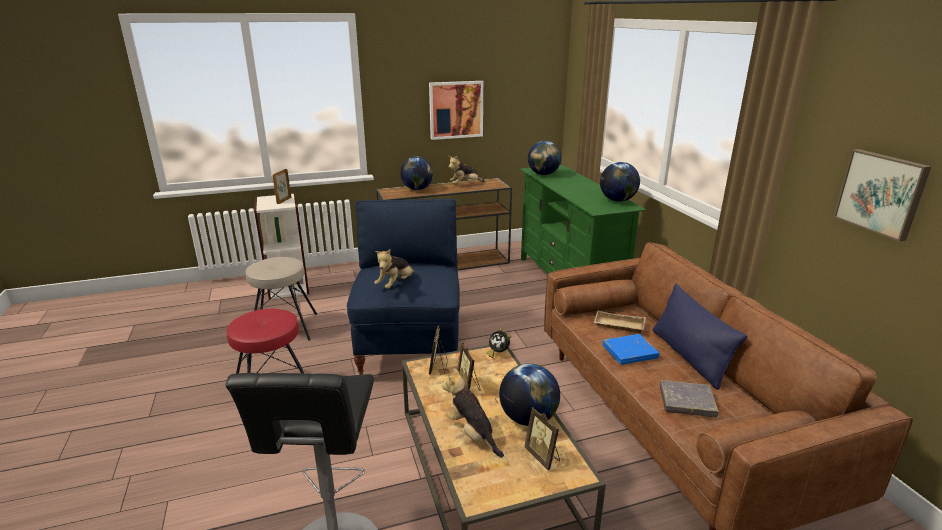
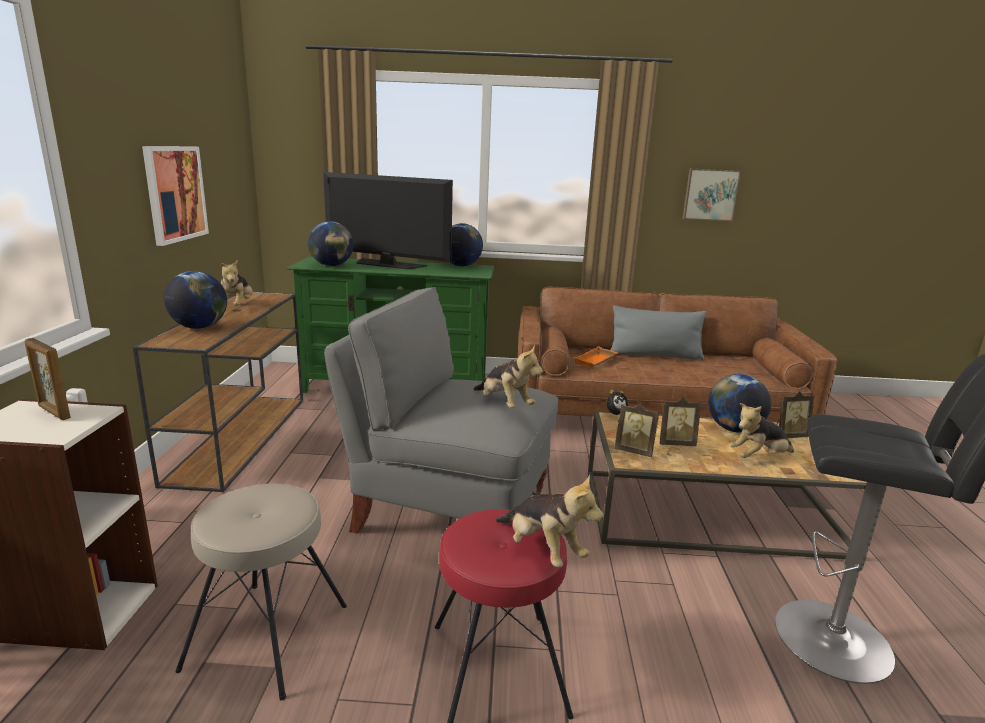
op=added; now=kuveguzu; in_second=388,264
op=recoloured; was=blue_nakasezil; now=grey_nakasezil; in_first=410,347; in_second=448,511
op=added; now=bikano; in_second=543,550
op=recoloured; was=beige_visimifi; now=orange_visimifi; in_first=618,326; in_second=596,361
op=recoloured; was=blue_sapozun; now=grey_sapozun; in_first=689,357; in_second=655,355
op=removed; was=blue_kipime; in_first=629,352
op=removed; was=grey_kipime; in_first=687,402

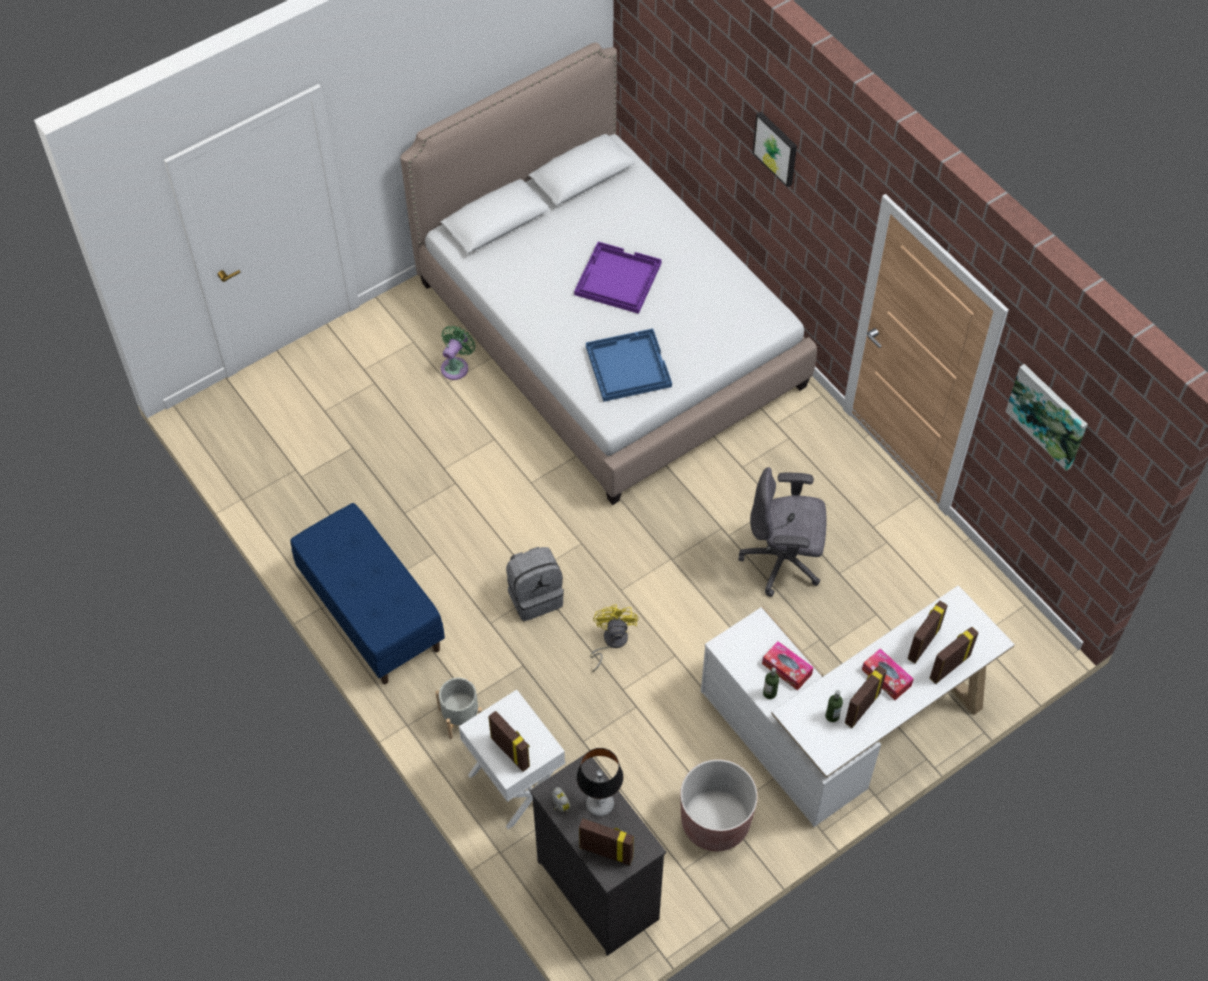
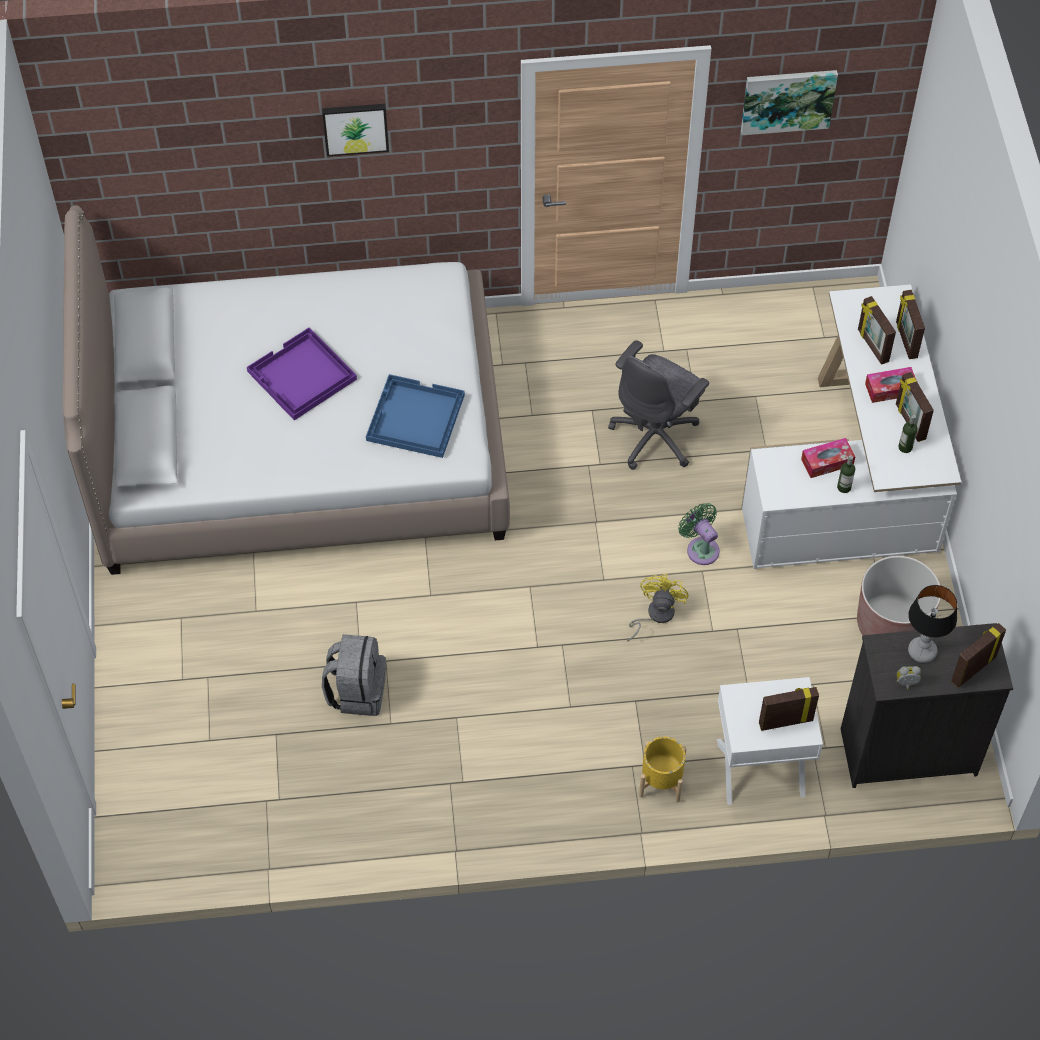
op=moved; was=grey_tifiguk; in_first=535,596; in_second=357,691
op=turned; was=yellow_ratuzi; in_first=611,641; in_second=655,615; clockwise=75
op=recoloured; was=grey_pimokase; now=yellow_pimokase; in_first=461,718; in_second=661,781
op=moved; was=green_ratuzi; in_first=456,366; in_second=701,548
op=removed; was=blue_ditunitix; in_first=370,612

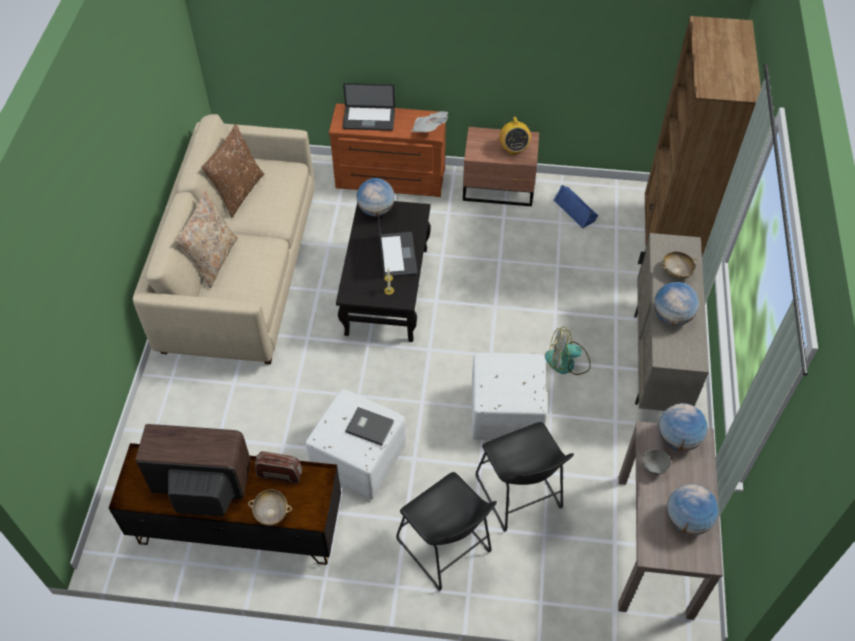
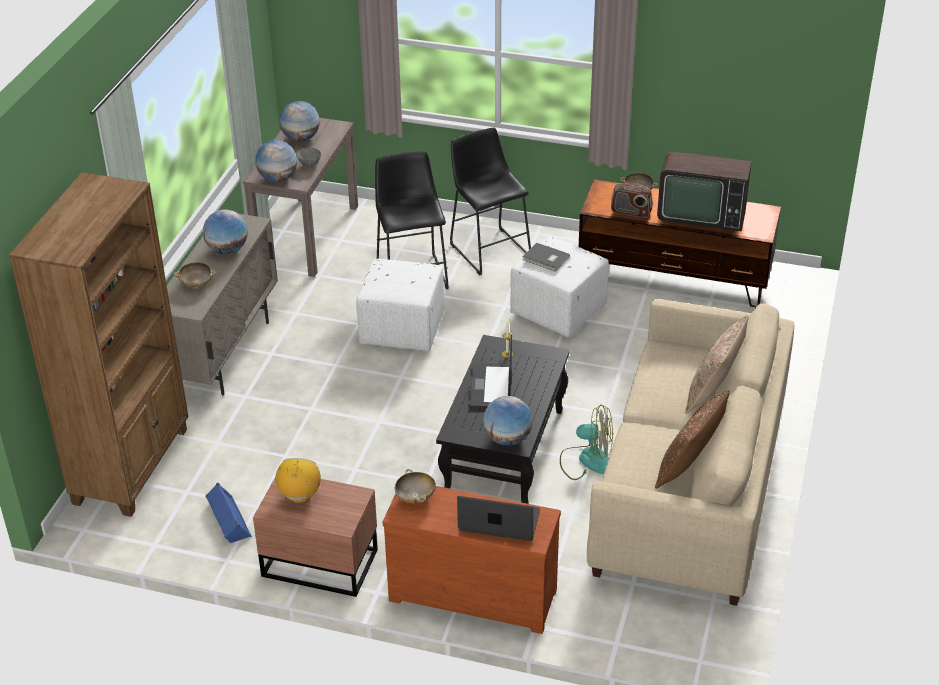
op=replaced; was=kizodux; now=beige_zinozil; in_first=429,129; in_second=415,497
op=moved; was=ratuzi; in_first=567,362; in_second=586,460

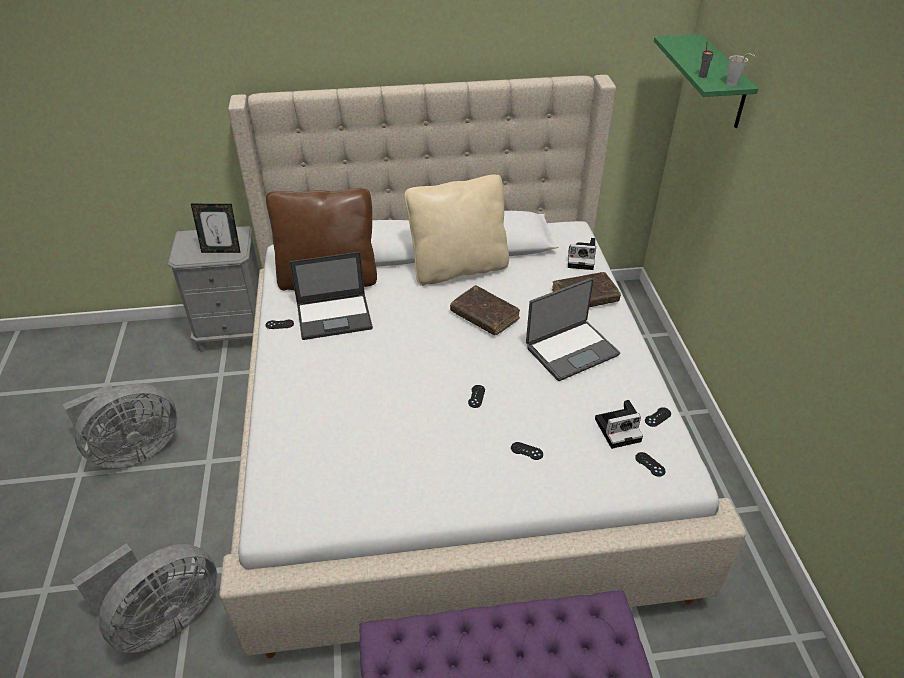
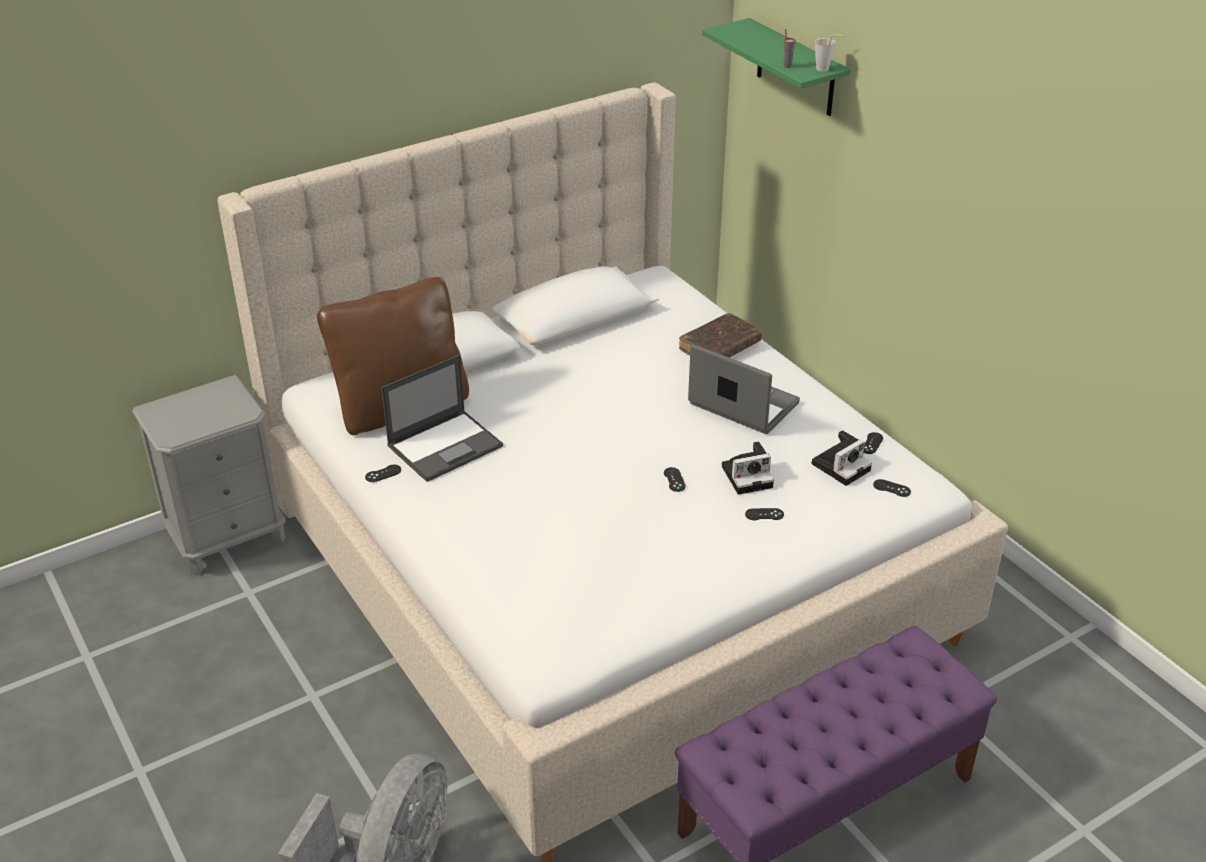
op=turned; was=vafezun; in_first=571,350; in_second=742,405; clockwise=-90
op=moved; was=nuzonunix; in_first=582,259; in_second=748,476
op=removed; was=grey_ratuzi; in_first=133,450
op=removed; was=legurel; in_first=221,250
op=removed; was=beige_sapozun; in_first=458,268
op=removed; was=brown_kipime; in_first=484,316

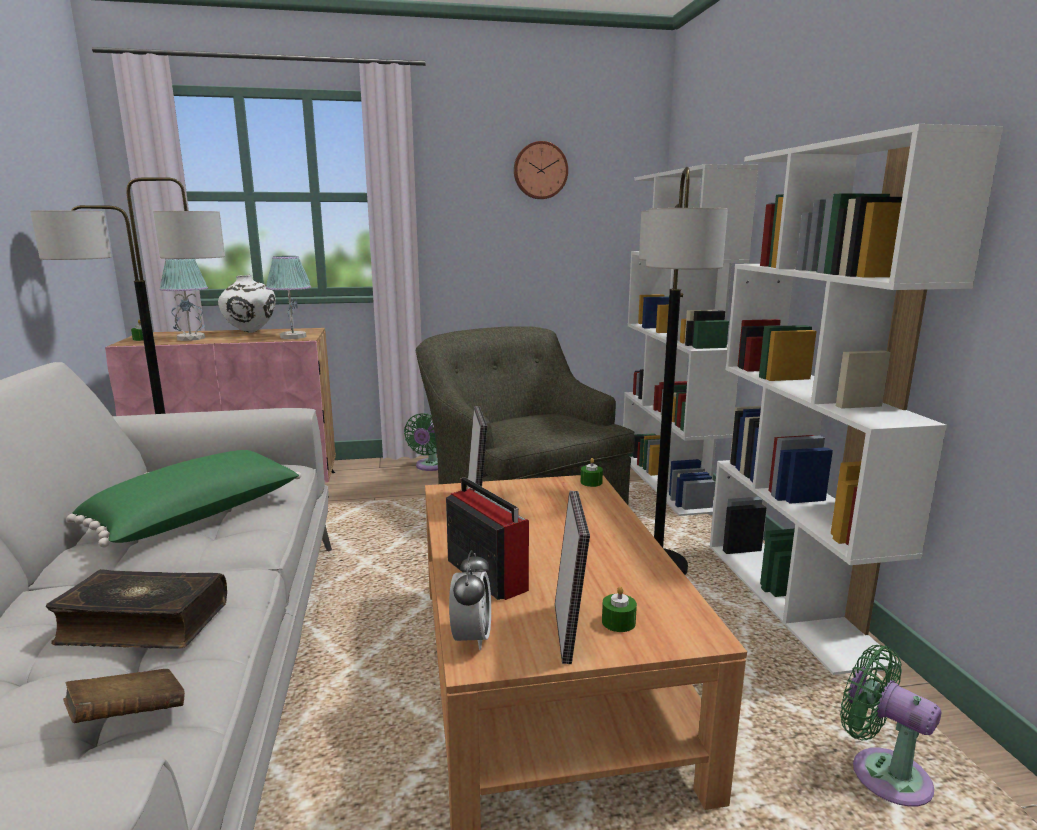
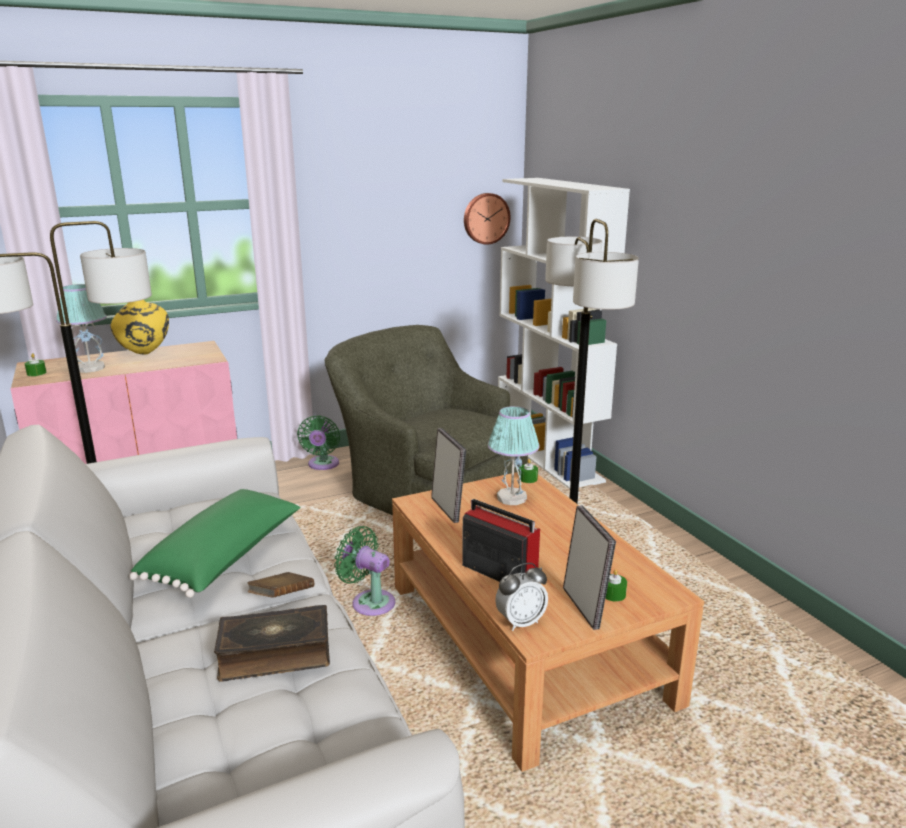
op=recoloured; was=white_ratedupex; now=yellow_ratedupex; in_first=250,332; in_second=144,354
op=moved; was=brown_kipime; in_first=129,717; in_second=282,598
op=moved; was=green_ratuzi; in_first=882,773; in_second=369,602
op=moved; was=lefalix; in_first=540,170; in_second=485,218
op=moved; was=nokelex; in_first=293,337; in_second=511,498
op=turned; was=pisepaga; in_first=471,637; in_second=520,622; clockwise=75
op=removed; was=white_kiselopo; in_first=792,599

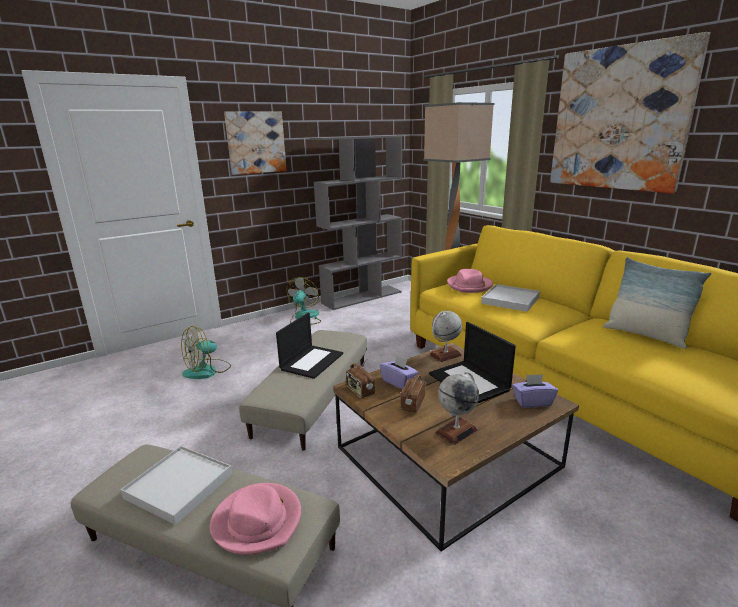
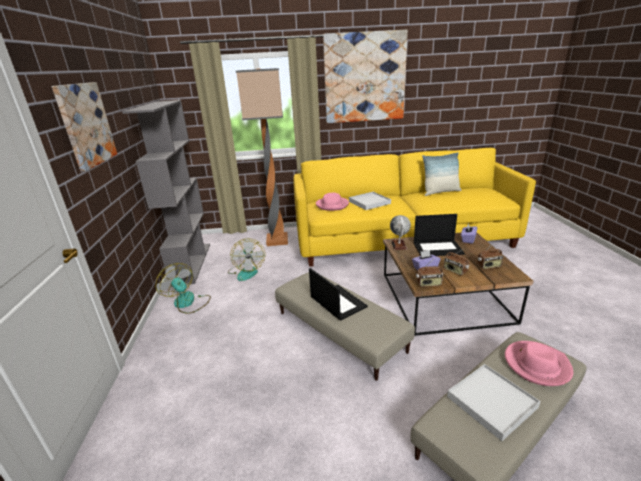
op=moved; was=ratuzi; in_first=207,371; in_second=247,271
op=replaced; was=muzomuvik; now=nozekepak; in_first=456,431; in_second=489,266

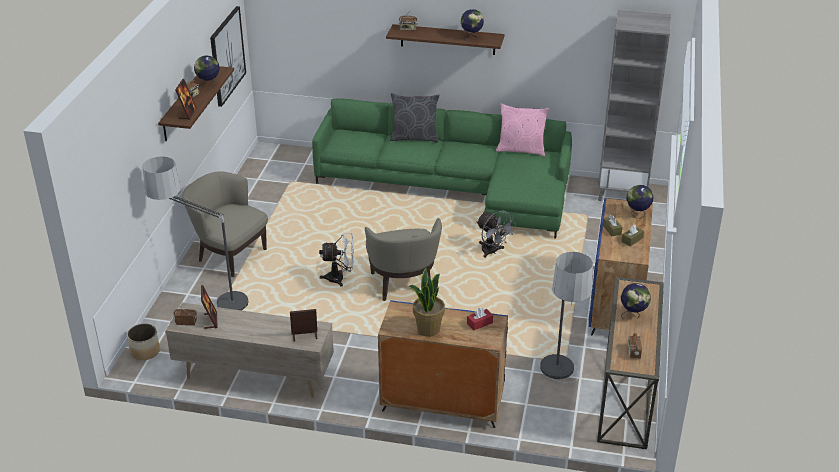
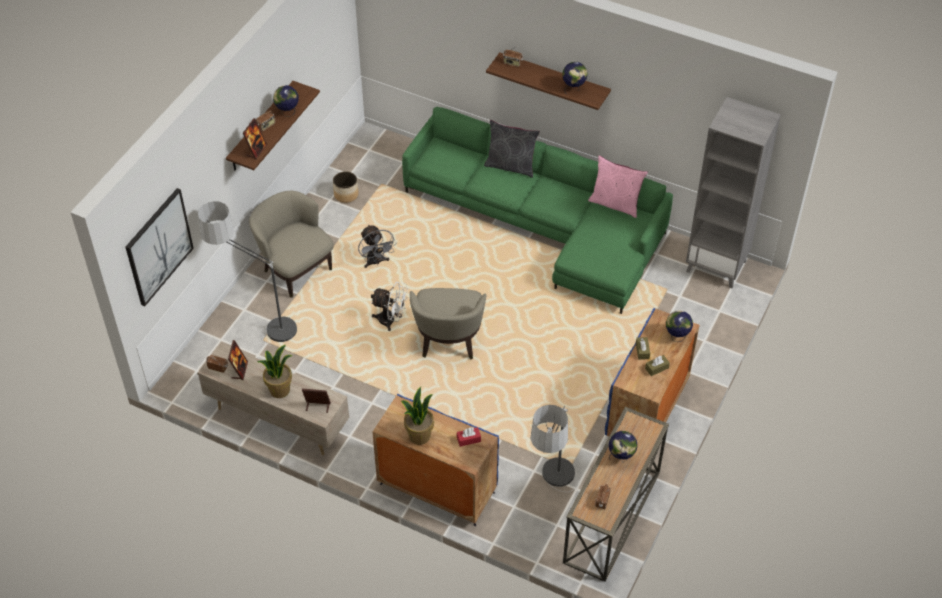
op=moved; was=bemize; in_first=227,55; in_second=159,246
op=added; now=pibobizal; in_second=279,390
op=moved; was=pimokase; in_first=145,351; in_second=346,194
op=moved; was=grey_ratuzi; in_first=492,252; in_second=376,262

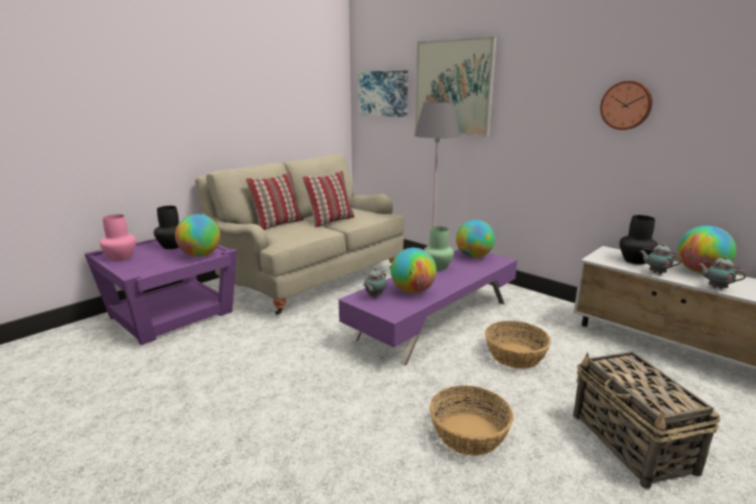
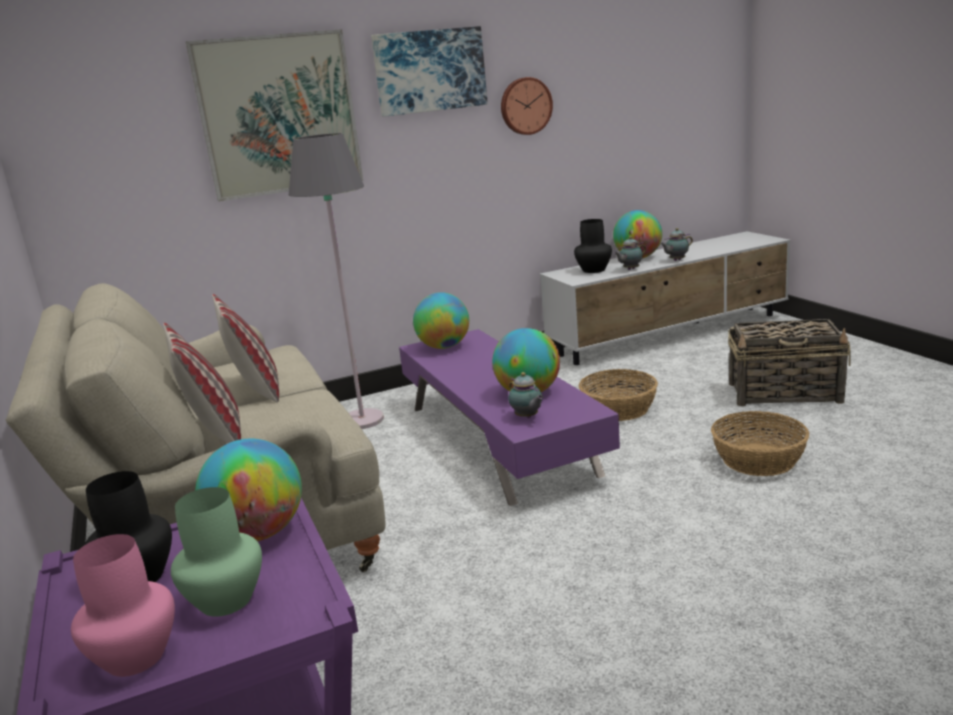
op=moved; was=green_ratedupex; in_first=438,267; in_second=227,599
op=moved; was=bemize; in_first=383,93; in_second=430,71

